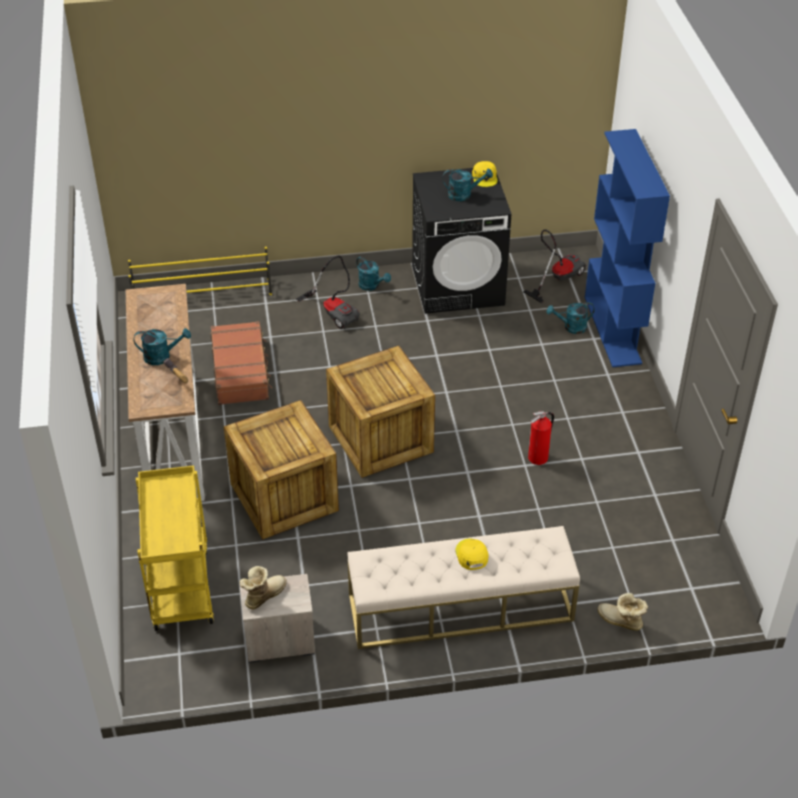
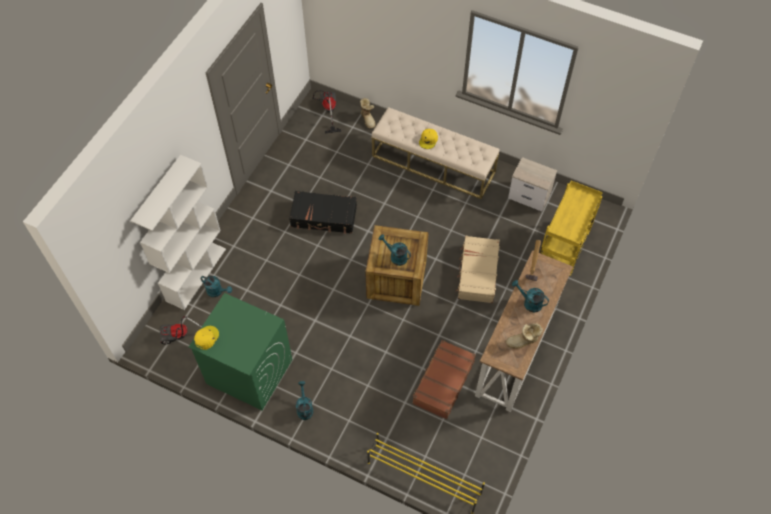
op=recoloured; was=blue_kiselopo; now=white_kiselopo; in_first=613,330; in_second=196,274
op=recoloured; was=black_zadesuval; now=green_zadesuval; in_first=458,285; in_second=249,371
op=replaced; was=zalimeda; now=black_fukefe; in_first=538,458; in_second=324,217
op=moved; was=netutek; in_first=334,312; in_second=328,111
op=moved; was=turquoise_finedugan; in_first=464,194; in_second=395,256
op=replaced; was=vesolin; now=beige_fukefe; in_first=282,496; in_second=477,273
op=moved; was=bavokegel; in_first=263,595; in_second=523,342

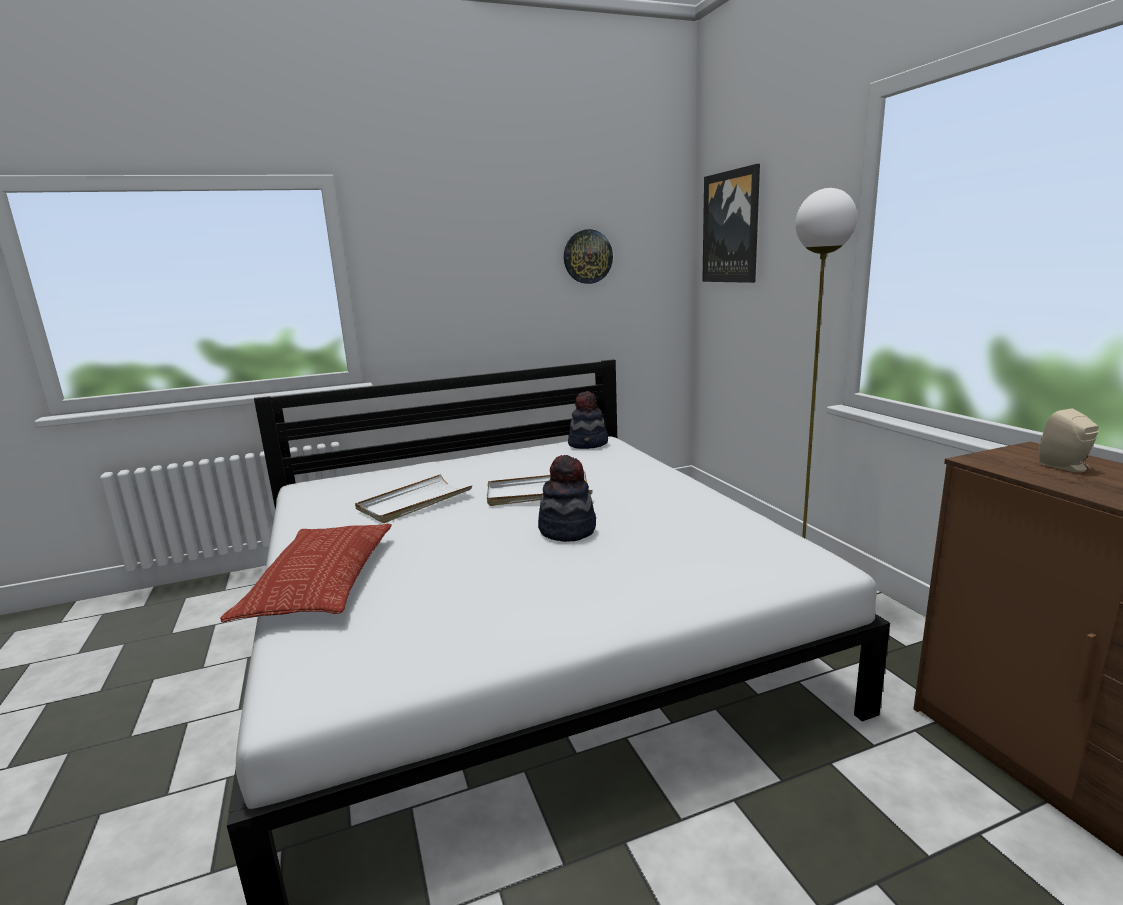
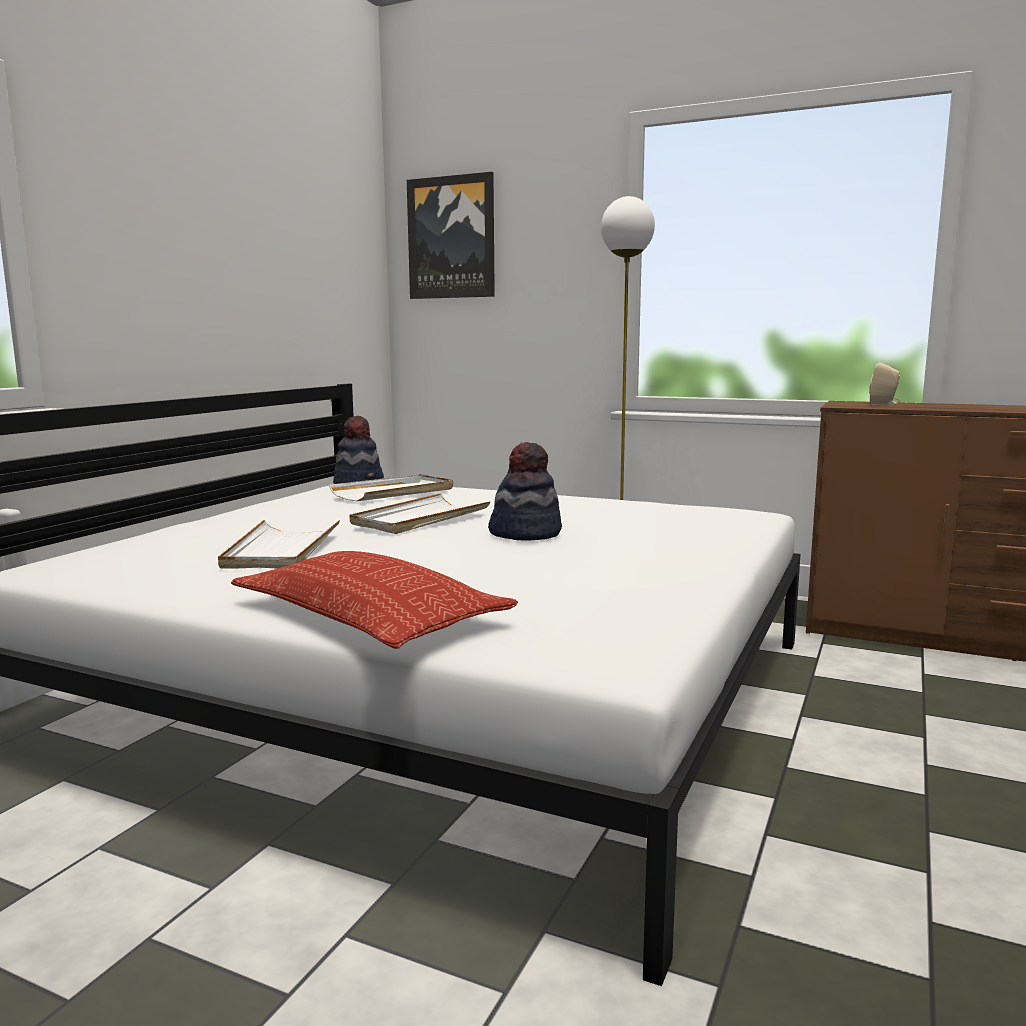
op=added; now=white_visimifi; in_second=394,492
op=removed; was=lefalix; in_first=587,256

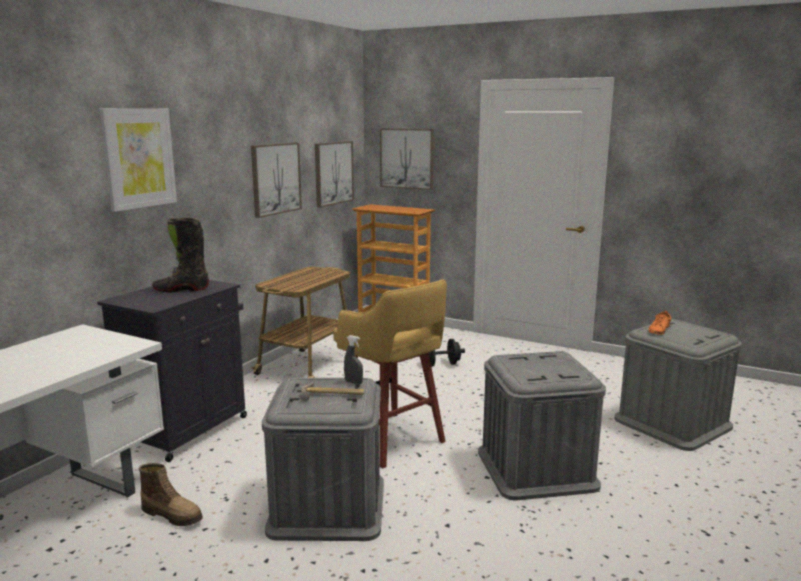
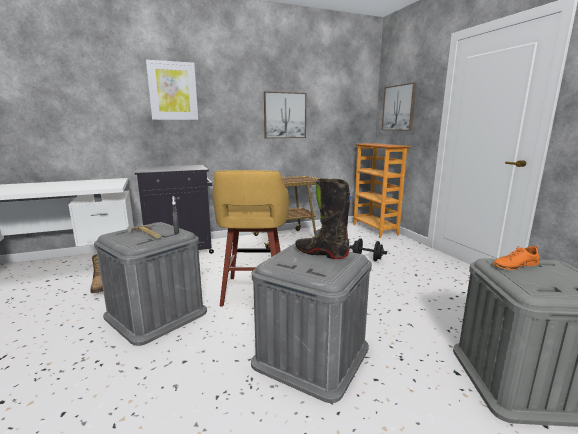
op=moved; was=black_bavokegel; in_first=181,290; in_second=321,253
op=removed; was=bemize; in_first=333,173

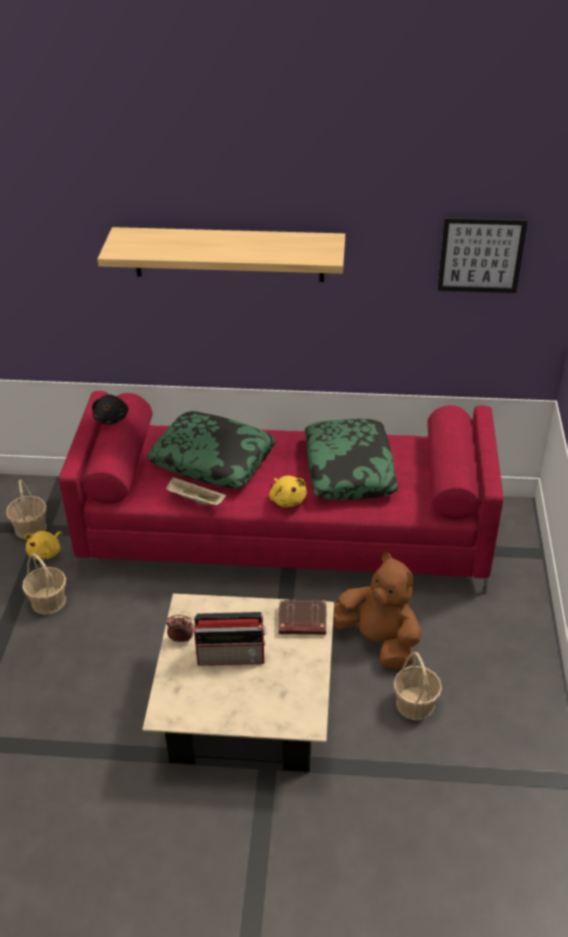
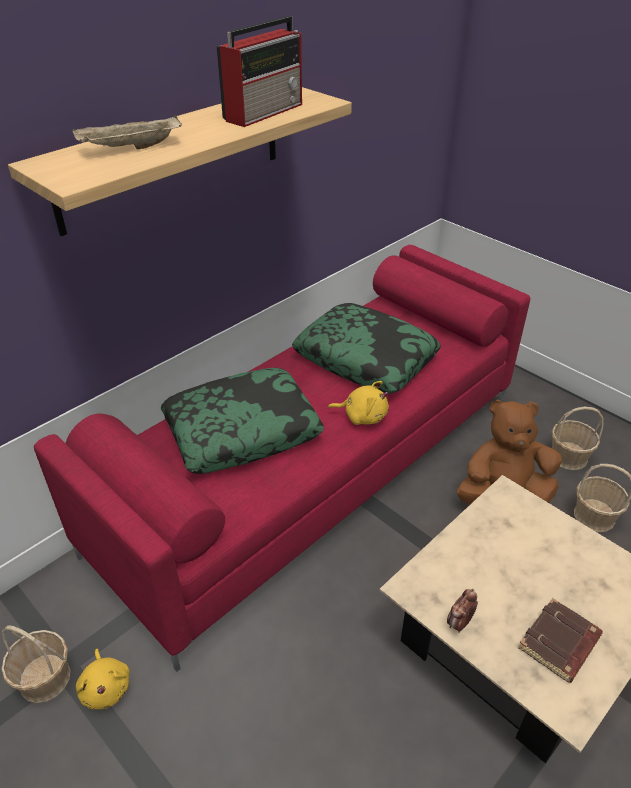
op=moved; was=beige_visimifi; in_first=194,500; in_second=130,148
op=moved; was=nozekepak; in_first=232,656; in_second=265,112
op=moved; was=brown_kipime; in_first=301,621; in_second=559,644
op=moved; was=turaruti; in_first=48,601; in_second=568,456
op=removed; was=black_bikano; in_first=111,418
op=removed; was=bemize; in_first=481,255

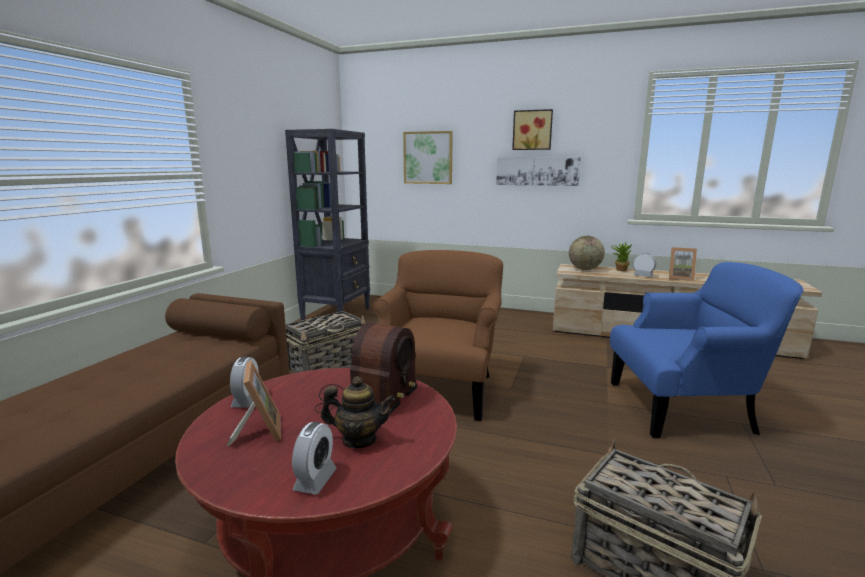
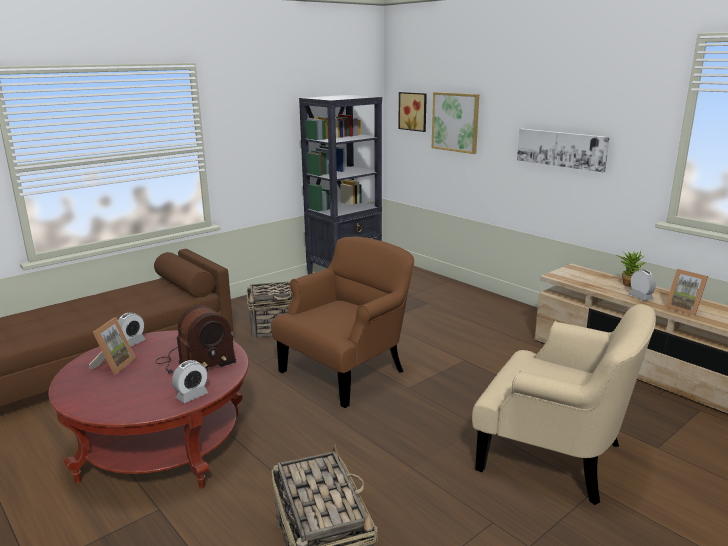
op=moved; was=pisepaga; in_first=315,480; in_second=192,396
op=moved; was=bemize; in_first=532,130; in_second=414,111
op=recoloured; was=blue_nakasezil; now=beige_nakasezil; in_first=684,407; in_second=555,455
op=removed; was=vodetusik; in_first=359,439
op=removed; was=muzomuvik; in_first=585,269

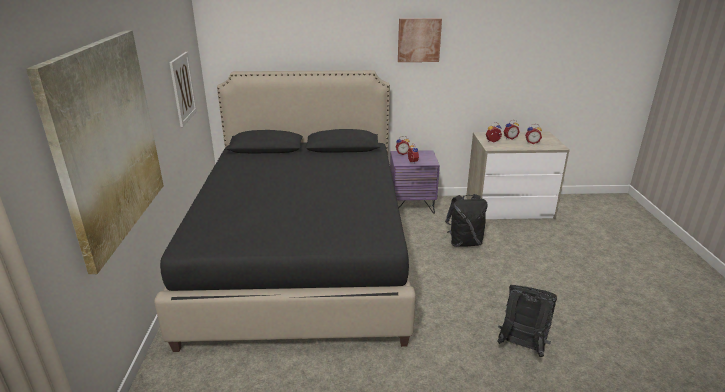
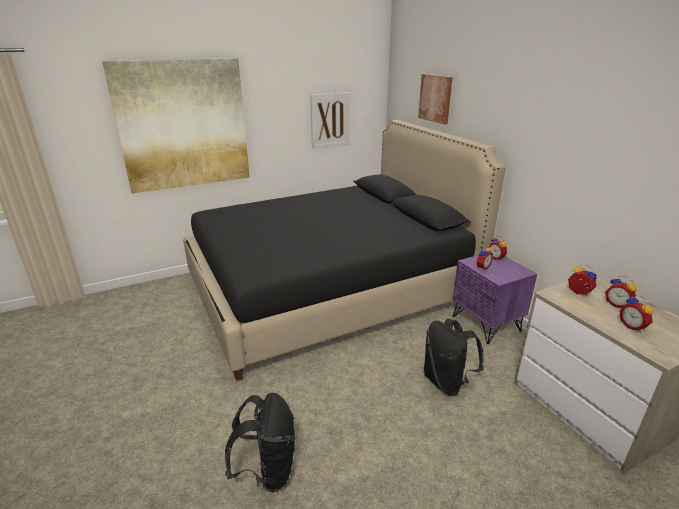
op=moved; was=bemize; in_first=419,40; in_second=435,98

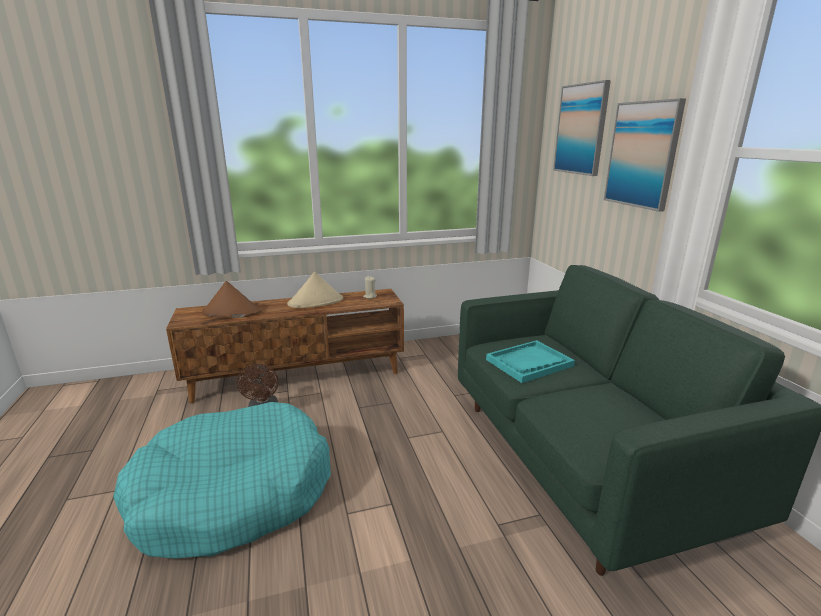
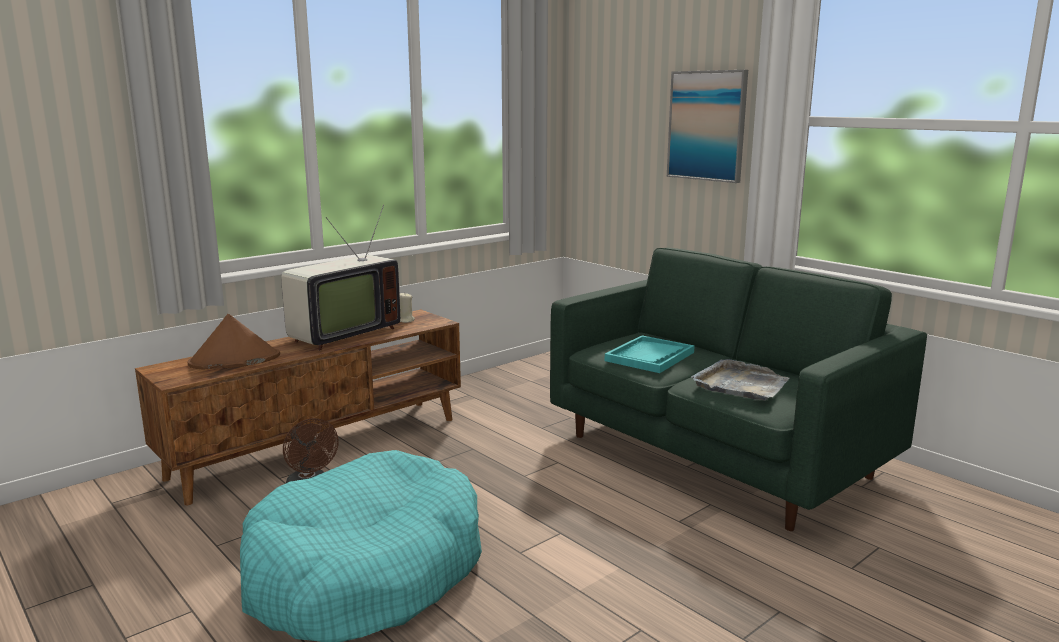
op=replaced; was=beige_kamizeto; now=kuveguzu; in_first=316,302; in_second=340,334
op=added; now=grey_visimifi; in_second=741,384
op=removed; was=bemize; in_first=581,129

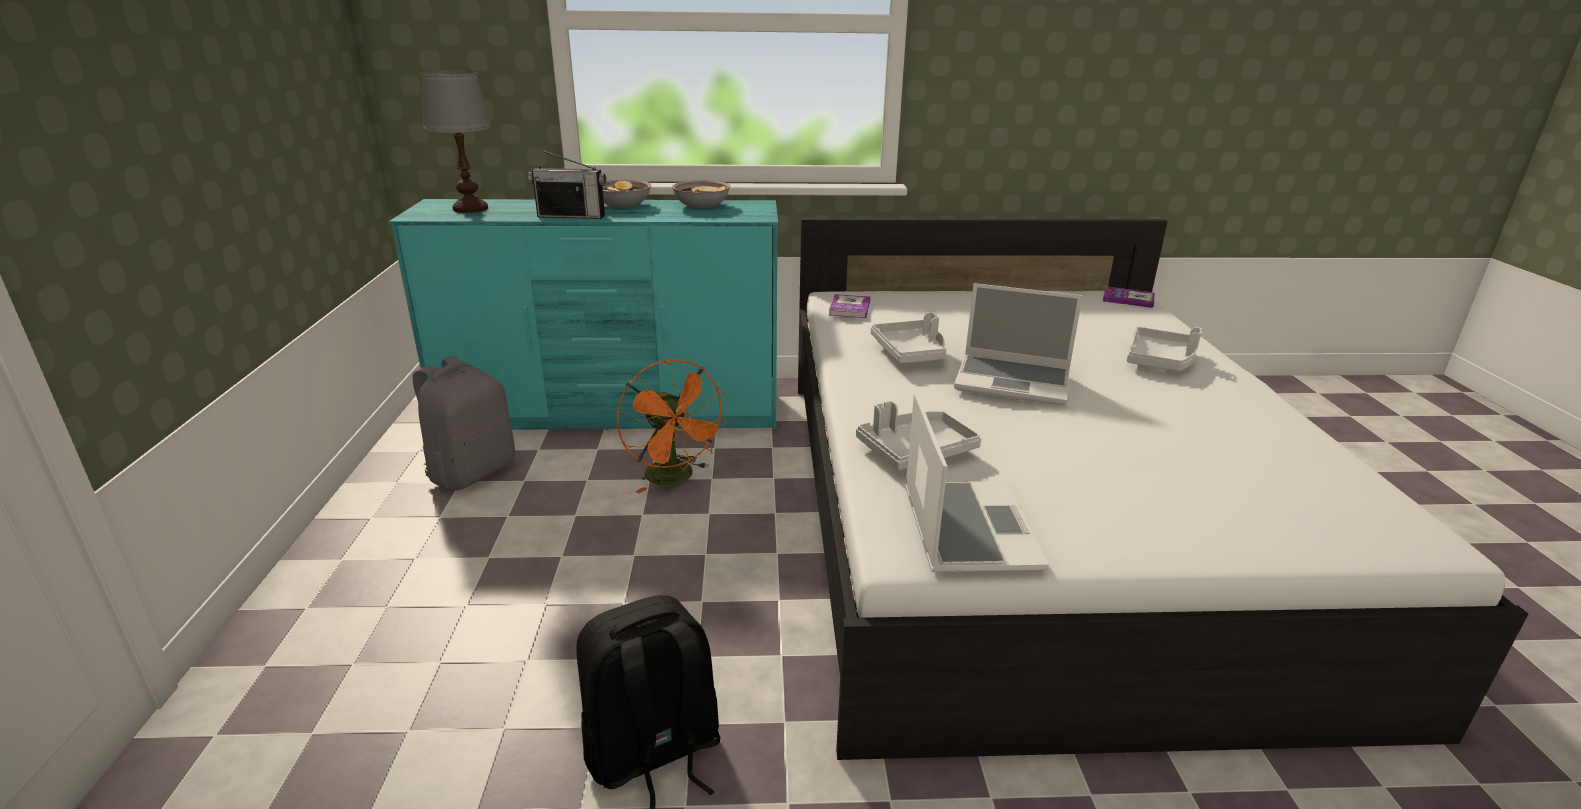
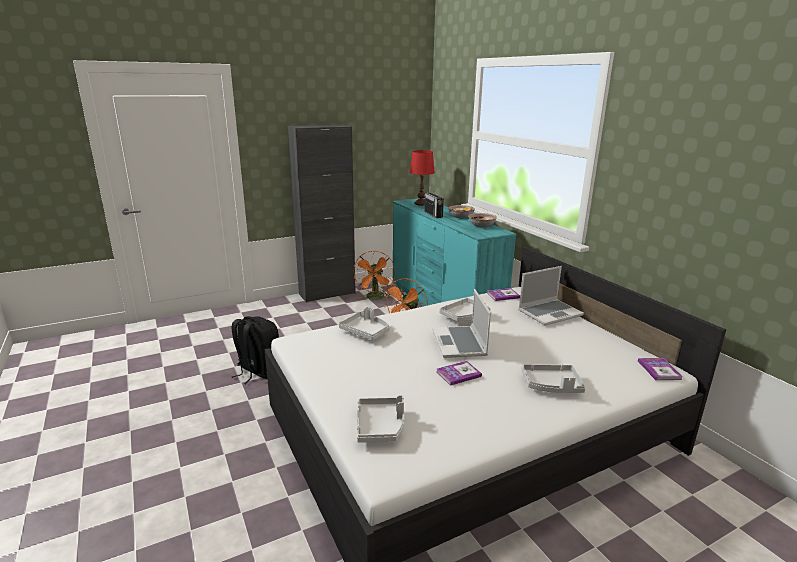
op=added; now=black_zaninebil; in_second=327,293
op=replaced; was=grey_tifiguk; now=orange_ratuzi; in_first=472,471; in_second=375,298
op=added; now=grey_visimifi; in_second=381,426
op=recoloured; was=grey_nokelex; now=red_nokelex; in_first=470,209; in_second=421,204
op=added; now=kipime; in_second=458,374
op=moved; was=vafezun; in_first=966,528; in_second=550,313

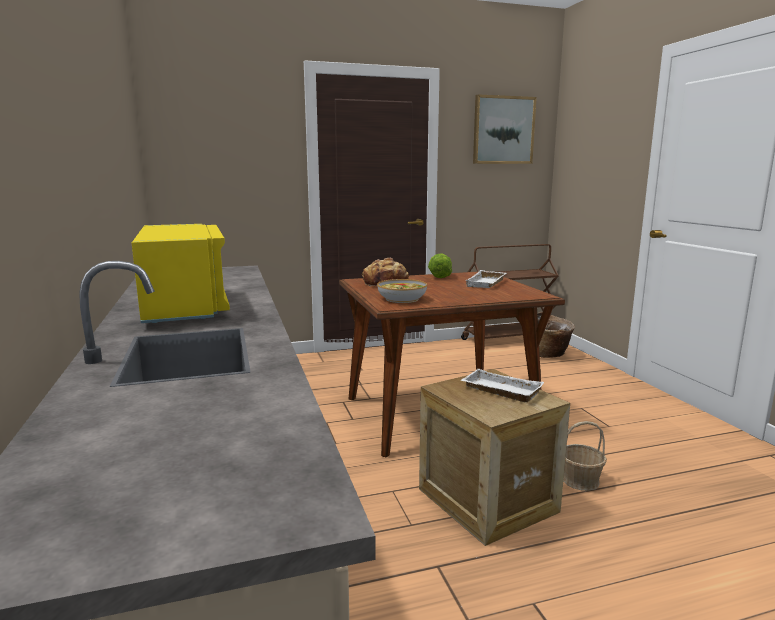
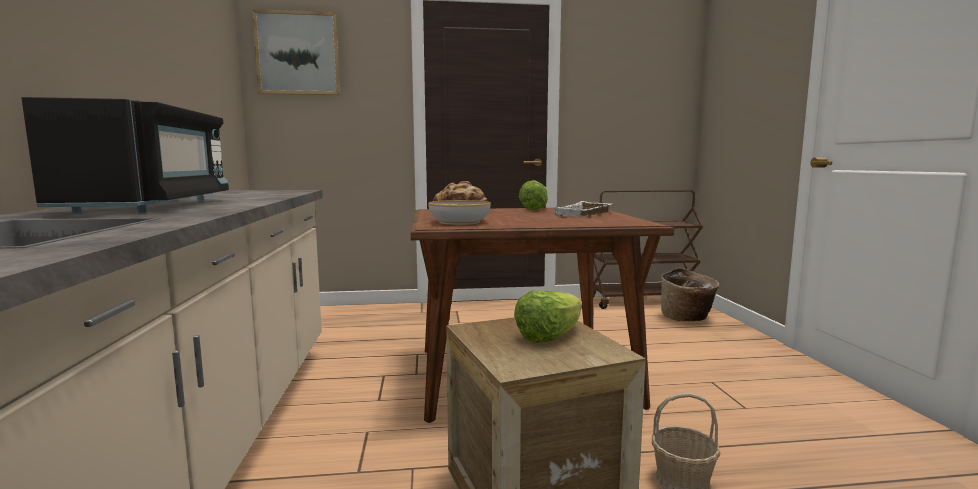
op=recoloured; was=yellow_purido; now=black_purido; in_first=184,307; in_second=151,206
op=moved; was=bemize; in_first=503,130; in_second=298,54
op=replaced; was=white_visimifi; now=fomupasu; in_first=499,391; in_second=549,337

